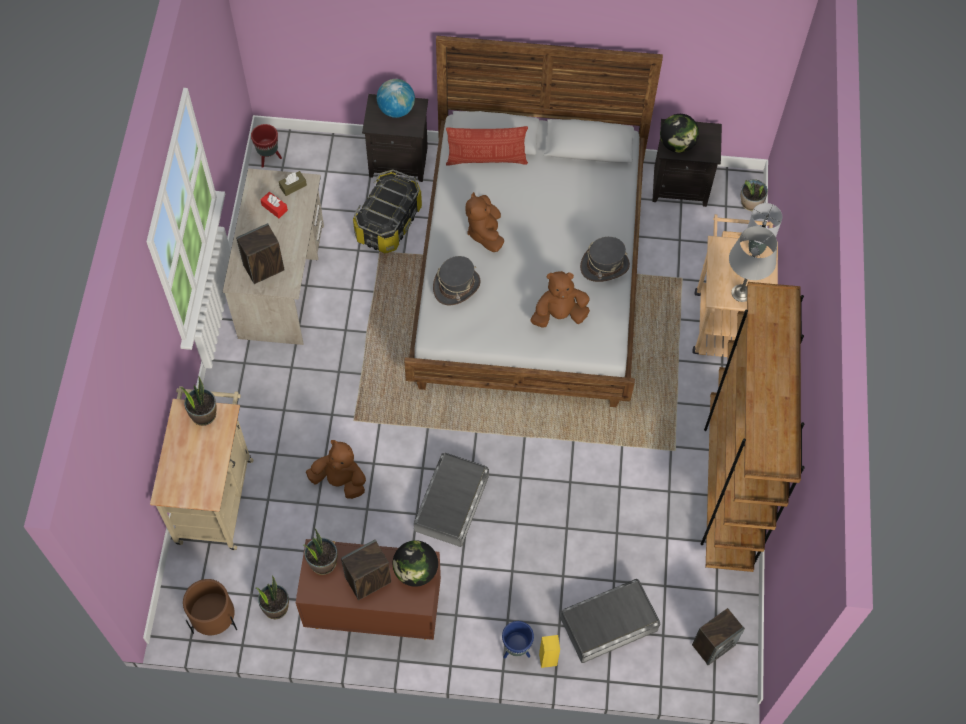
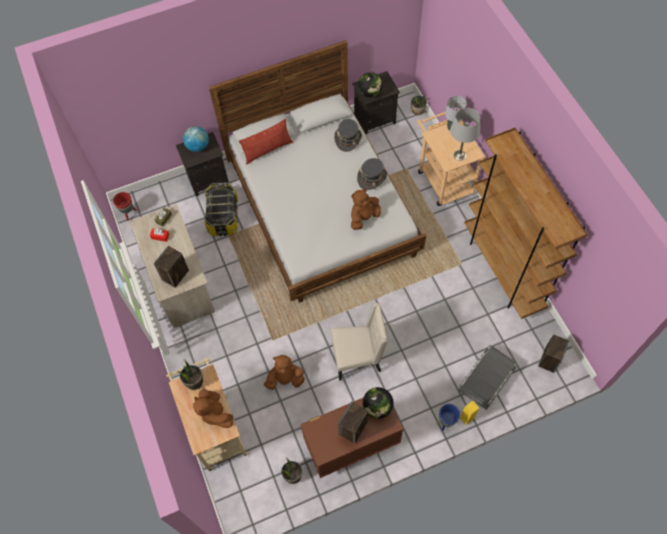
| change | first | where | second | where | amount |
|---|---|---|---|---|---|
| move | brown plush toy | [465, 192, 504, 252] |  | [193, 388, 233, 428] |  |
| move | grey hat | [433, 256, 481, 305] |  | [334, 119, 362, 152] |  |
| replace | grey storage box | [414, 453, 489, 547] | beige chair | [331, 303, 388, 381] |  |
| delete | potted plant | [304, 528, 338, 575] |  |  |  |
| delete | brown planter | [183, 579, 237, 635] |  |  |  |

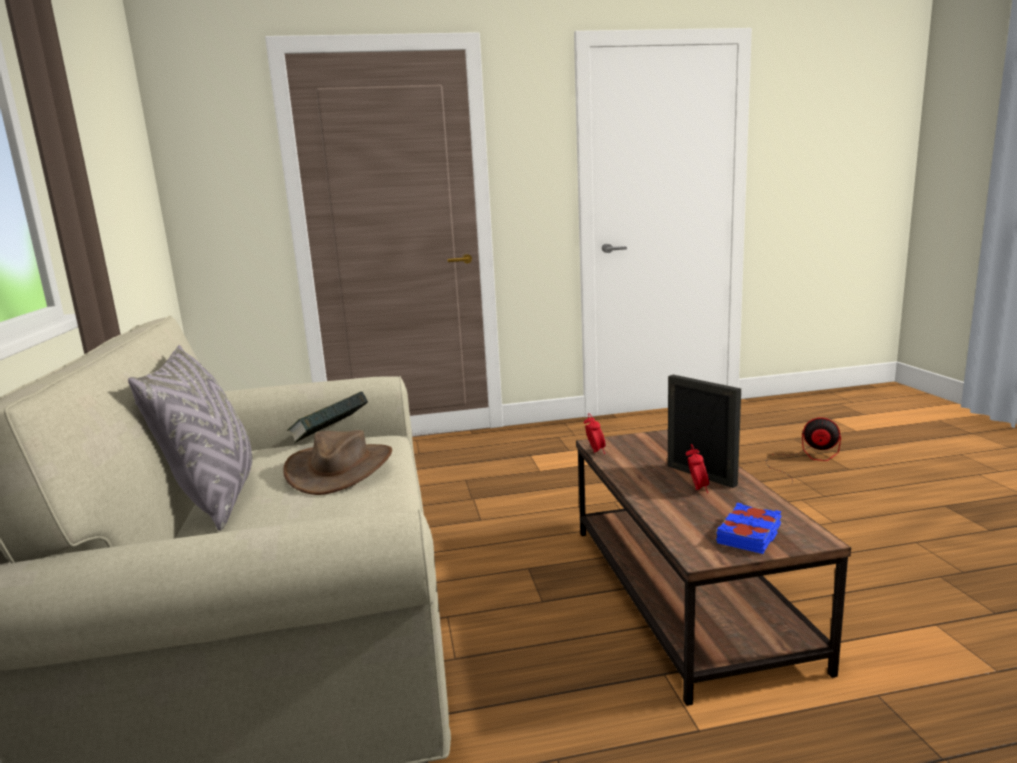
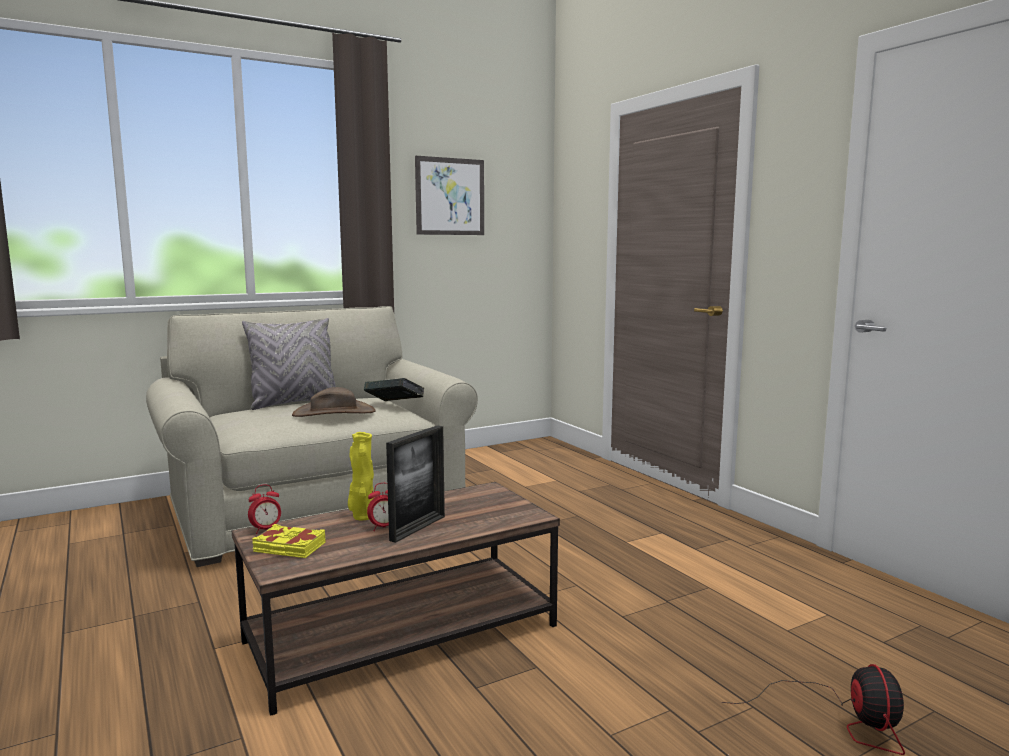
| change | first | where | second | where | amount |
|---|---|---|---|---|---|
| move | alarm clock | [584, 413, 606, 454] |  | [248, 484, 281, 534] |  |
| recolor | blue book | [716, 503, 781, 554] | yellow book | [252, 524, 326, 558] |  |
| insert |  |  | picture | [415, 156, 484, 235] |  |
| insert |  |  | yellow vase | [348, 432, 375, 520] |  |

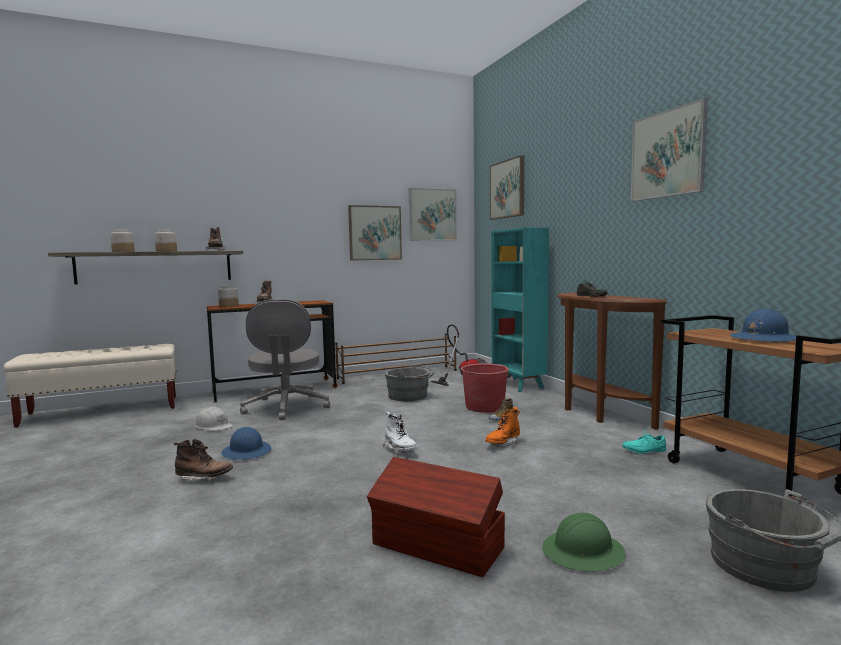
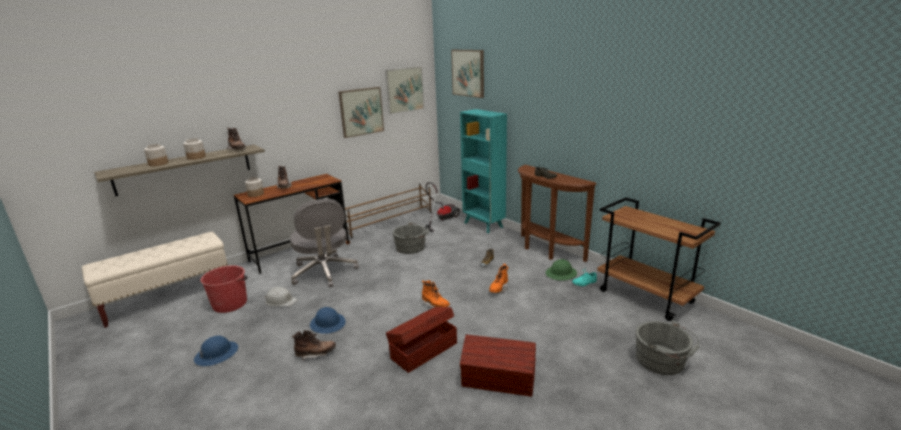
| change | first | where | second | where | amount |
|---|---|---|---|---|---|
| delete | picture | [631, 98, 708, 201] |  |  |  |
| move | blue hard hat | [730, 308, 796, 343] |  | [194, 336, 238, 366] |  |
| move | red bucket | [461, 363, 511, 413] |  | [200, 265, 248, 313] |  |
| recolor | white boot | [383, 412, 418, 453] | orange boot | [422, 280, 450, 307] |  |
| move | green hard hat | [542, 513, 626, 572] |  | [546, 259, 577, 281] |  |
| insert |  |  | brown storage box | [386, 307, 457, 373] |  |

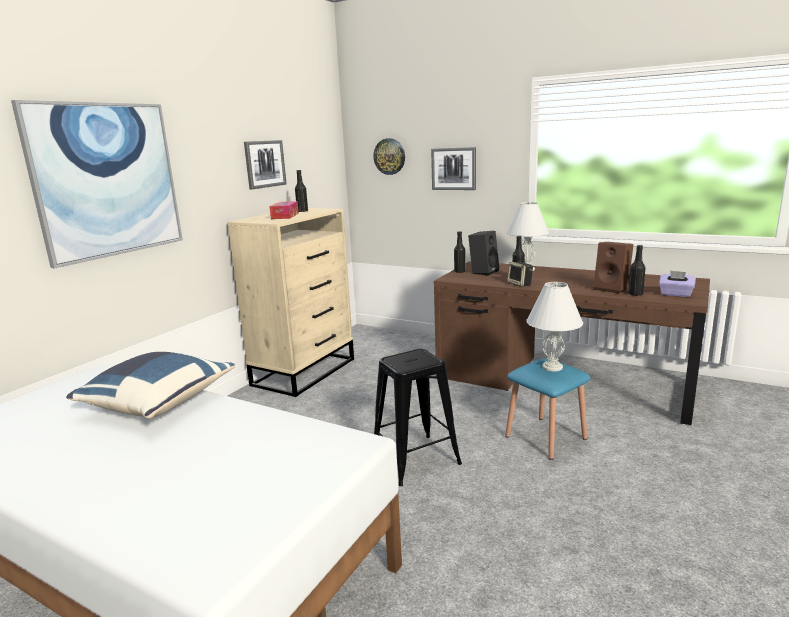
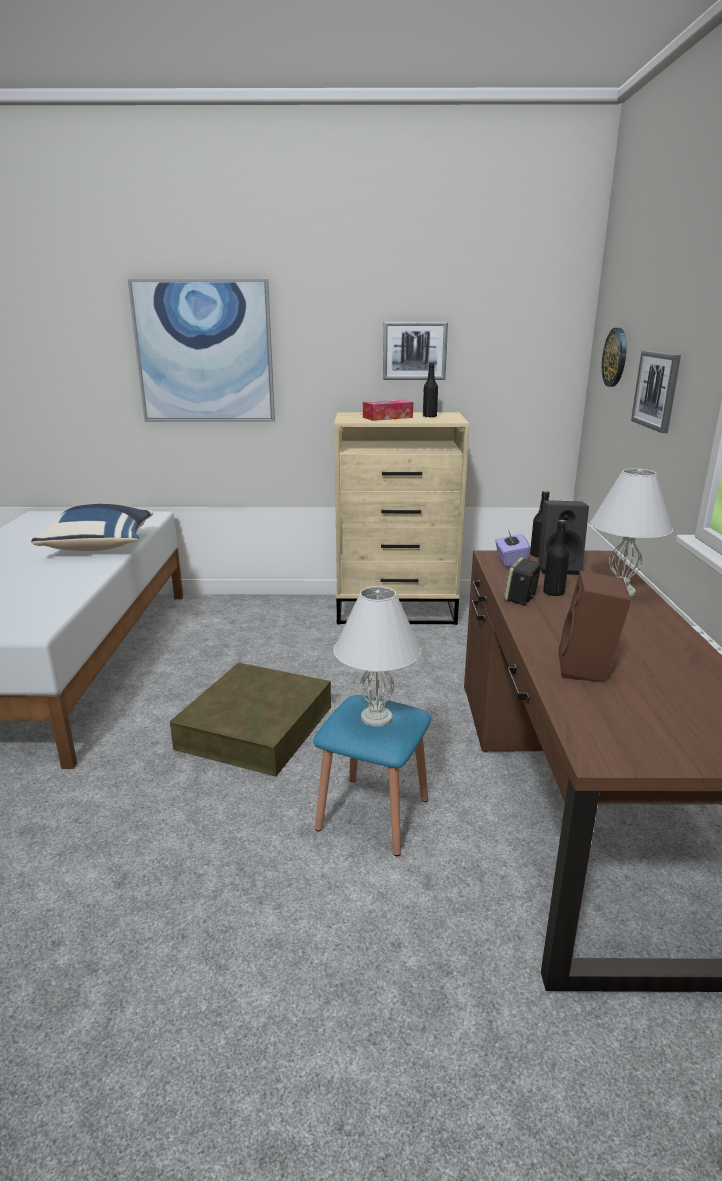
| change | first | where | second | where | amount |
|---|---|---|---|---|---|
| delete | black bottle | [628, 245, 645, 296] |  |  |  |
| move | purple tissue box | [659, 271, 696, 297] |  | [495, 530, 530, 567] |  |
| replace | black stool | [374, 349, 462, 486] | brown storage box | [170, 663, 331, 777] |  |

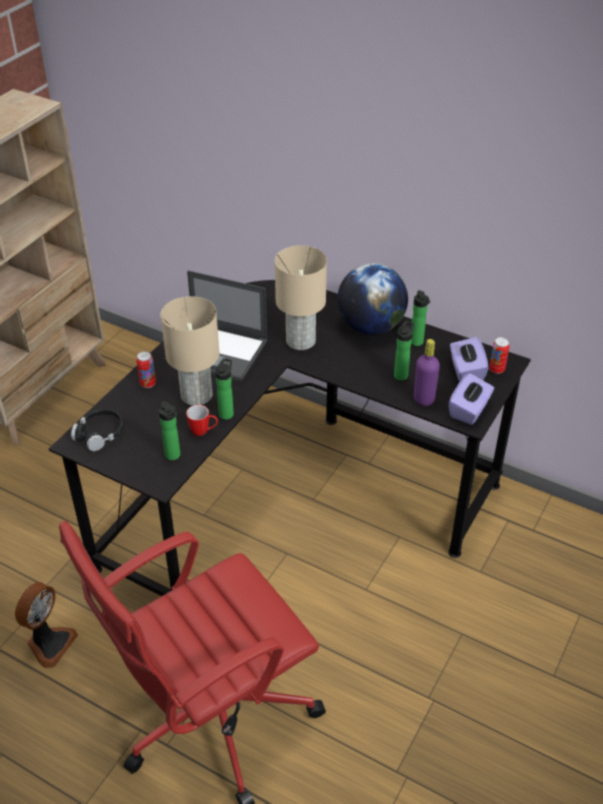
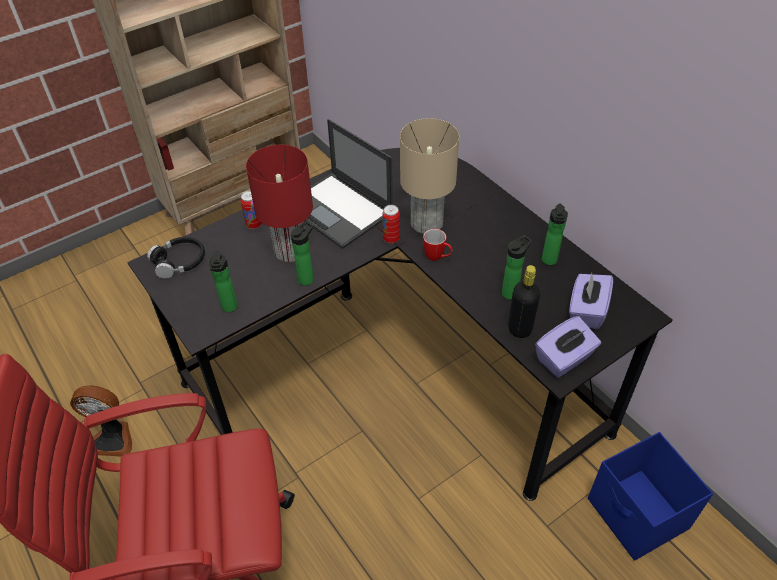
| change | first | where | second | where | amount |
|---|---|---|---|---|---|
| delete | globe | [337, 263, 408, 335] |  |  |  |
| recolor | beige table lamp | [161, 296, 220, 406] | red table lamp | [246, 145, 313, 262] |  |
| move | can | [489, 337, 510, 374] |  | [382, 205, 400, 243] |  |
| recolor | purple bottle | [414, 339, 440, 406] | black bottle | [508, 265, 540, 338] |  |
| move | mug | [186, 405, 218, 436] |  | [423, 229, 453, 261] |  |
| rotate | fan | [15, 582, 78, 668] |  | [70, 385, 132, 457] | 45 degrees clockwise |
| insert |  |  | blue storage box | [588, 432, 713, 561] |  |

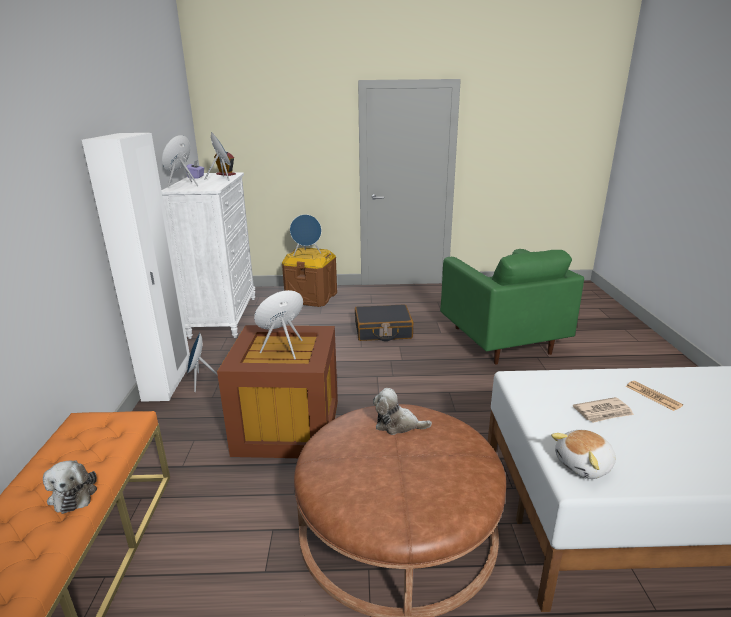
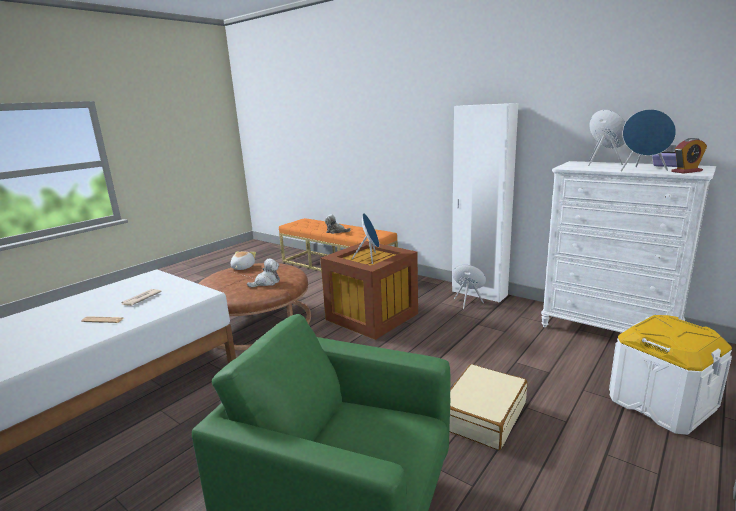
| change | first | where | second | where | amount |
|---|---|---|---|---|---|
| delete | blue speaker | [290, 214, 321, 256] |  |  |  |
| recolor | brown storage box | [282, 247, 337, 307] | white storage box | [609, 315, 732, 435] |  |
| recolor | black suitcase | [355, 304, 413, 341] | beige suitcase | [449, 364, 527, 450] |  |
| move | plush toy | [551, 430, 616, 479] |  | [231, 251, 256, 270] |  |

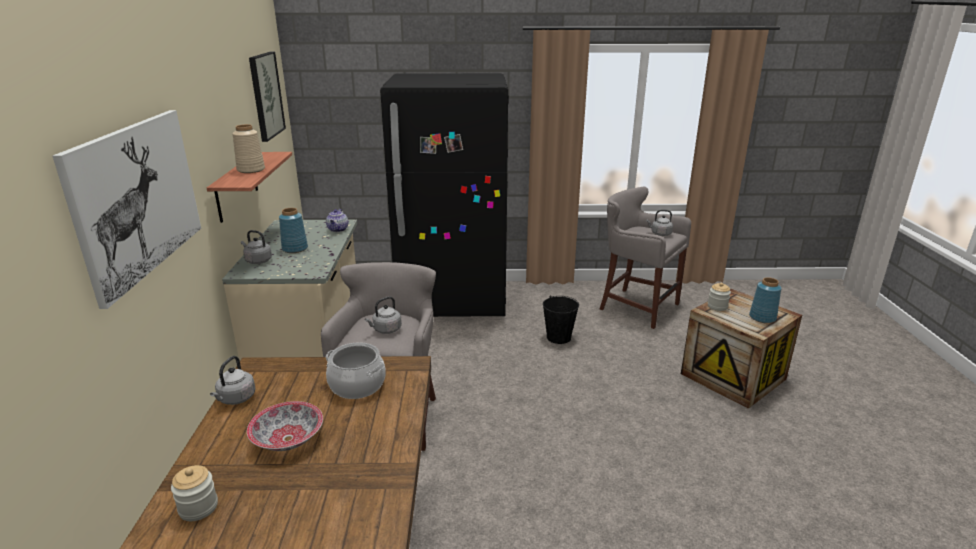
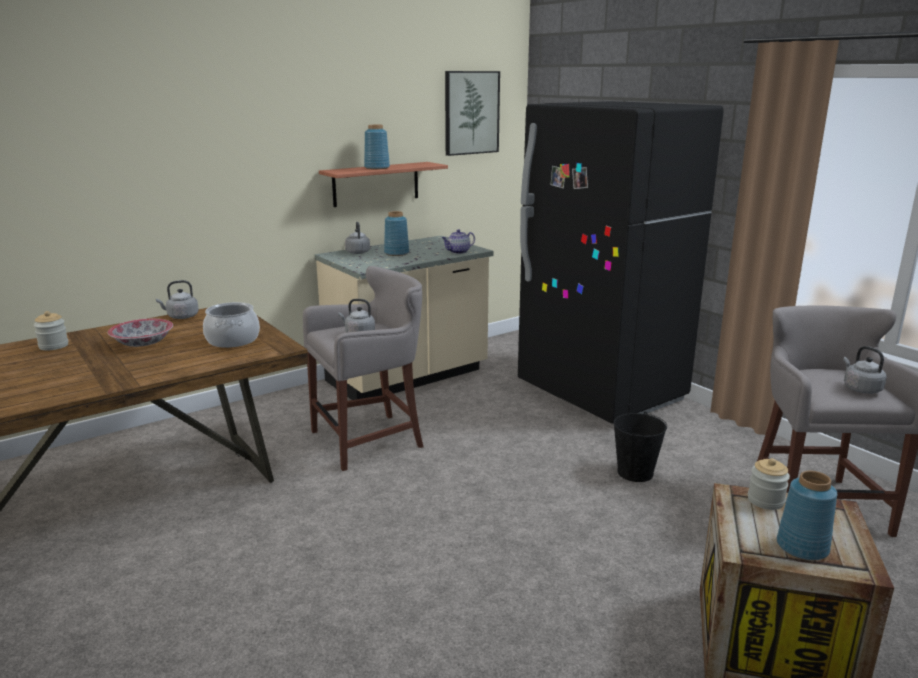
| change | first | where | second | where | amount |
|---|---|---|---|---|---|
| delete | picture | [53, 110, 201, 309] |  |  |  |
| recolor | beige vase | [232, 124, 265, 173] | blue vase | [364, 125, 390, 170] |  |

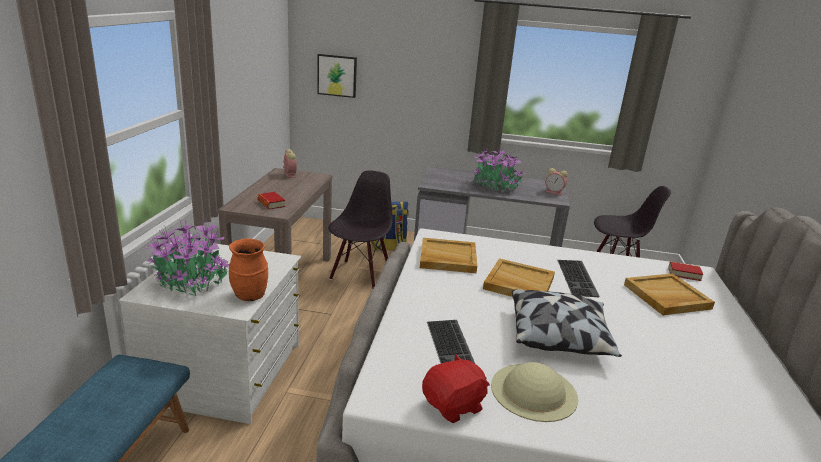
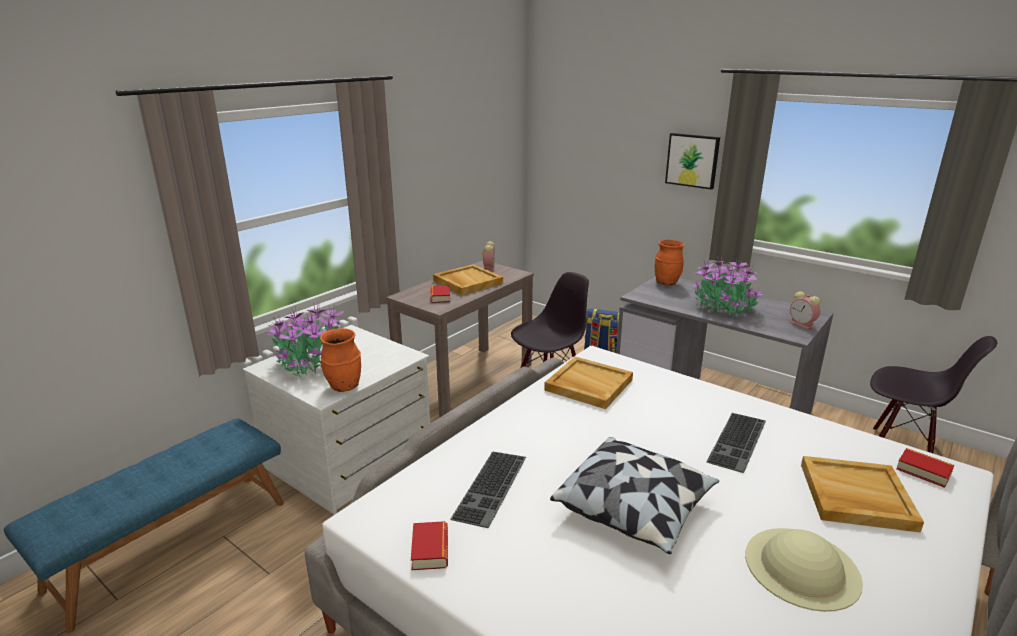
| change | first | where | second | where | amount |
|---|---|---|---|---|---|
| move | picture | [317, 54, 357, 98] |  | [665, 133, 720, 190] |  |
| move | beige tray | [483, 258, 555, 297] |  | [433, 264, 503, 295] |  |
| replace | red plush toy | [422, 354, 490, 423] | book | [411, 521, 448, 570] |  |
| move | beige hat | [491, 362, 578, 422] |  | [745, 528, 863, 612] |  |
| insert |  |  | orange vase | [655, 240, 685, 285] |  |

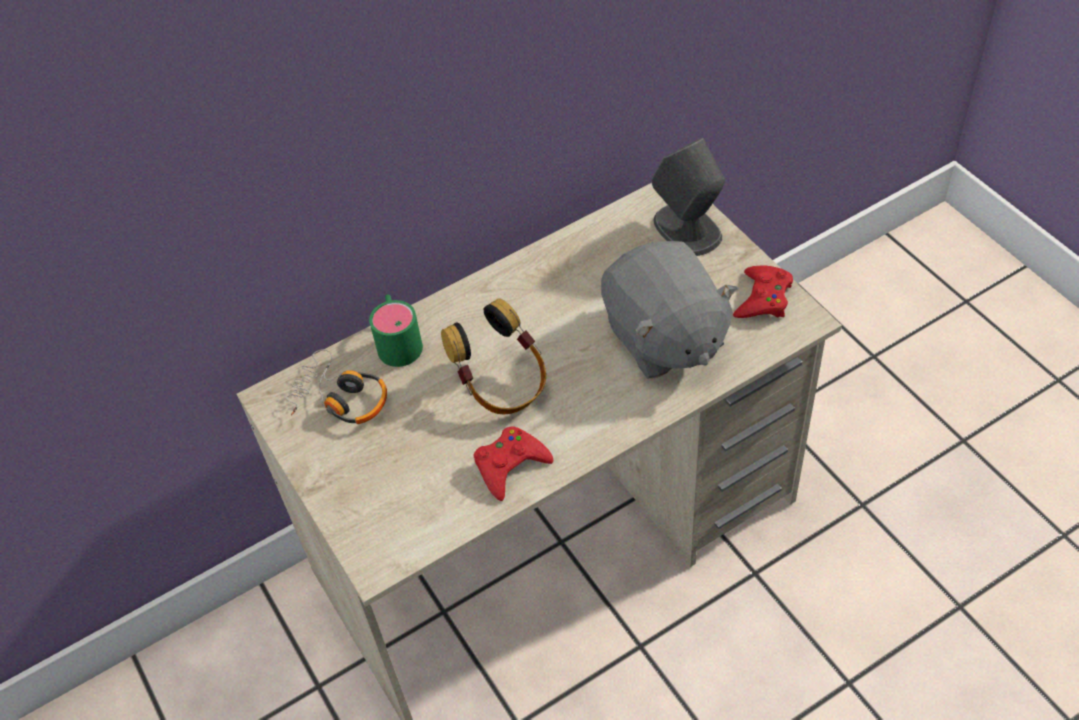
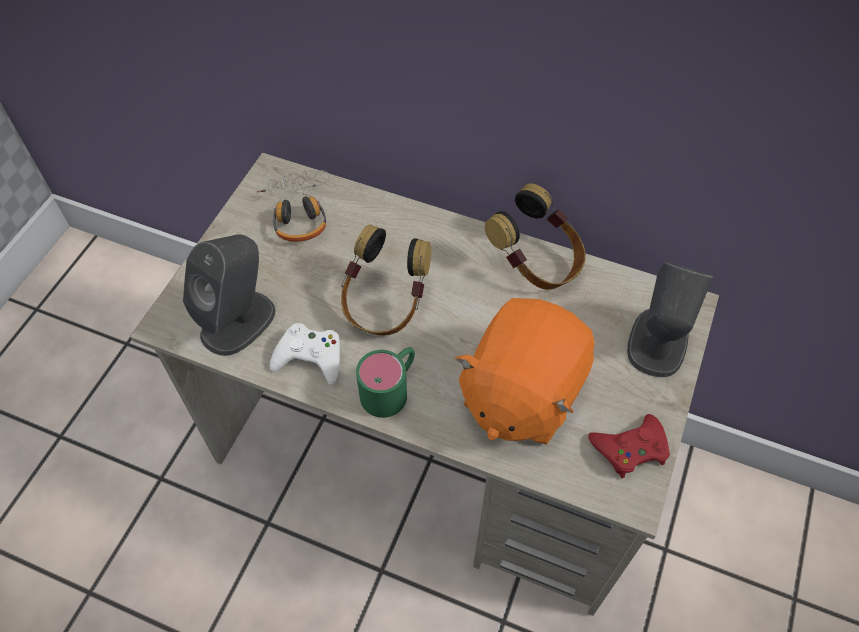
| change | first | where | second | where | amount |
|---|---|---|---|---|---|
| recolor | grey plush toy | [601, 241, 738, 379] | orange plush toy | [455, 298, 594, 444] |  |
| move | green mug | [369, 294, 423, 367] |  | [356, 347, 415, 418] |  |
| recolor | red game controller | [474, 426, 553, 501] | white game controller | [270, 323, 340, 385] |  |
| insert |  |  | headphones | [485, 184, 586, 290] |  |
| insert |  |  | grey speaker | [183, 234, 275, 356] |  |

